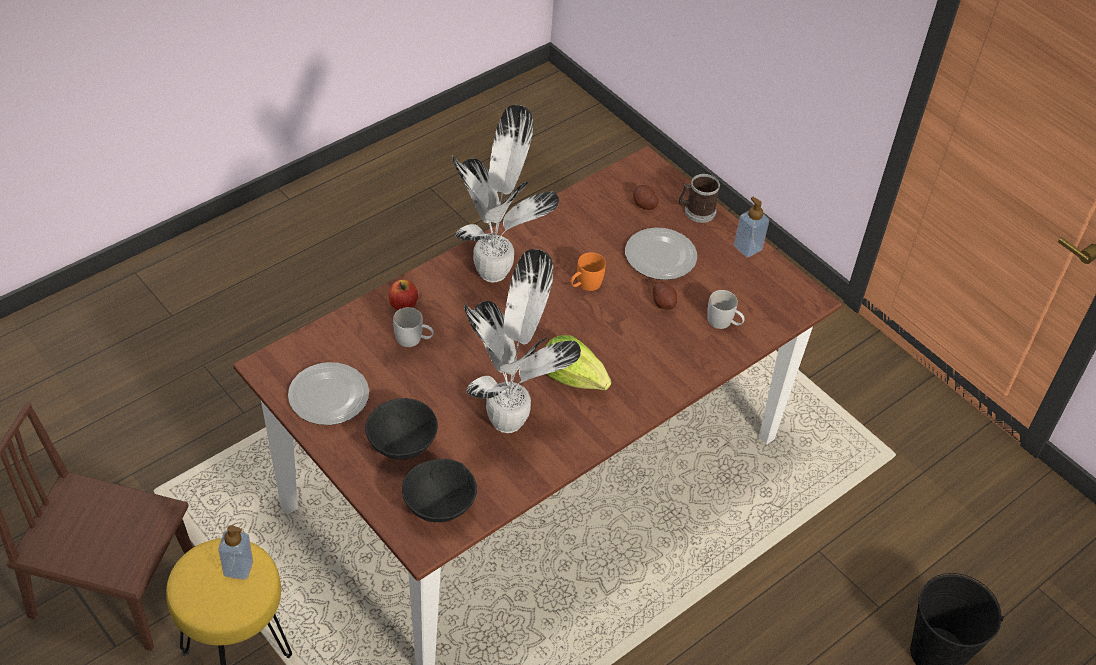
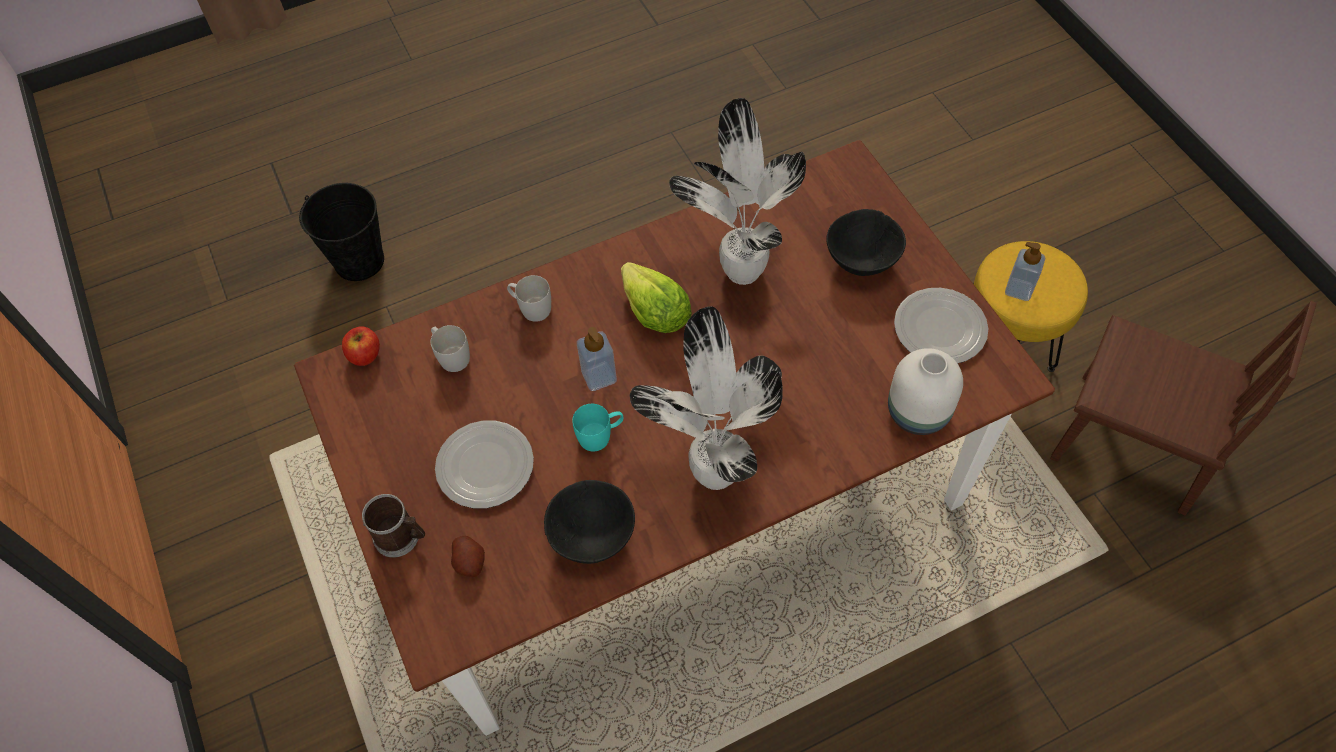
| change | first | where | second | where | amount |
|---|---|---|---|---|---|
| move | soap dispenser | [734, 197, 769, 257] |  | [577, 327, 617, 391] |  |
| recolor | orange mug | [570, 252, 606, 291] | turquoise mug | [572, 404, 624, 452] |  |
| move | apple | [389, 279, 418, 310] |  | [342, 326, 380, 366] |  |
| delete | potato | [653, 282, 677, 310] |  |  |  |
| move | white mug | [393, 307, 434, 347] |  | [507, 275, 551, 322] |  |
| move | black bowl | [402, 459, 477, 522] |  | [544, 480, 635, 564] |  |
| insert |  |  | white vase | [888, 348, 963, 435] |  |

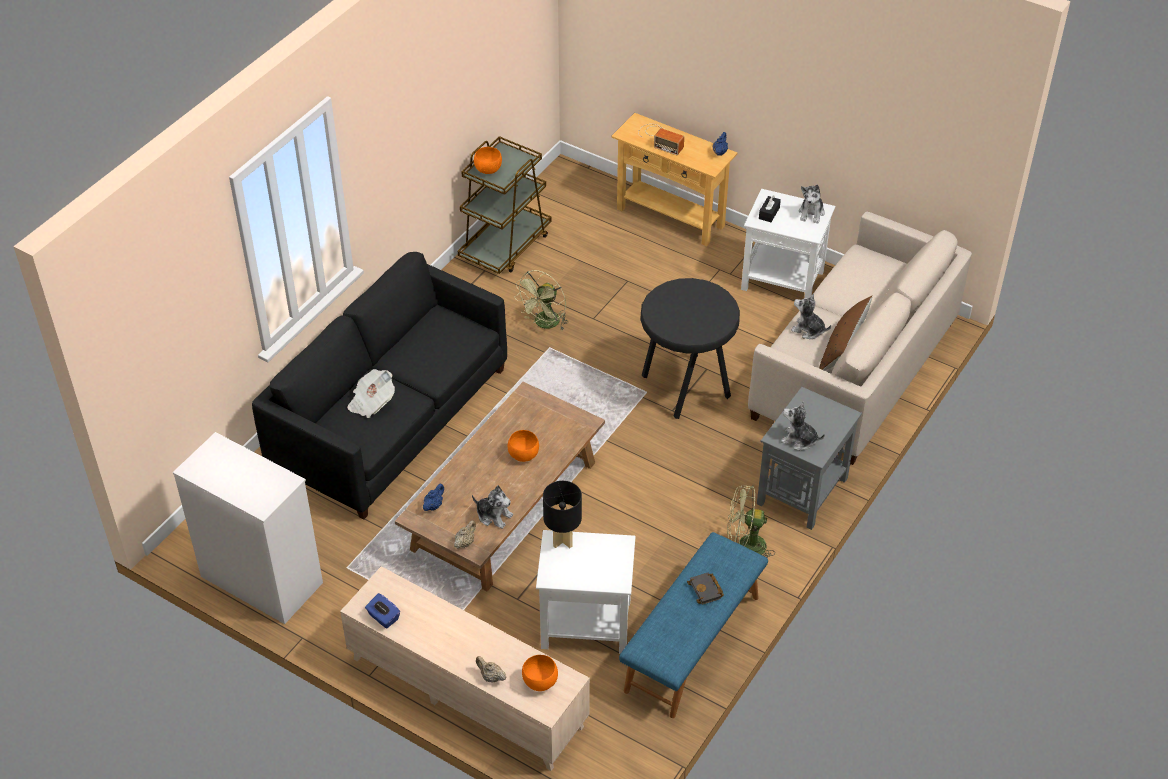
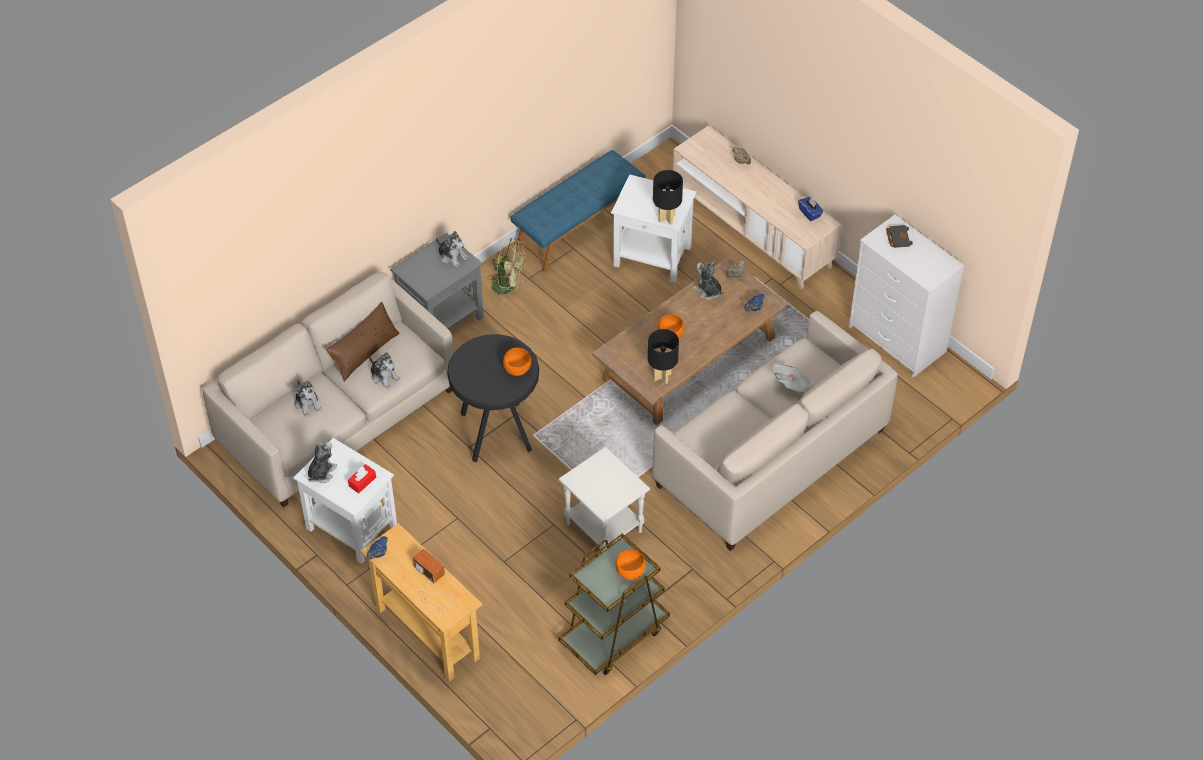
| change | first | where | second | where | amount |
|---|---|---|---|---|---|
| recolor | black tissue box | [759, 196, 781, 222] | red tissue box | [348, 464, 376, 493] |  |
| recolor | black sofa | [252, 252, 507, 520] | beige sofa | [652, 311, 898, 551] |  |
| replace | green fan | [514, 270, 568, 330] | white side table | [559, 447, 650, 552] |  |
| move | black book | [687, 573, 724, 605] |  | [886, 225, 913, 248] |  |
| move | orange bowl | [522, 655, 558, 691] |  | [503, 348, 531, 376] |  |
| insert |  |  | black table lamp | [648, 329, 679, 384] |  |
| insert |  |  | plush toy | [294, 380, 322, 417] |  |

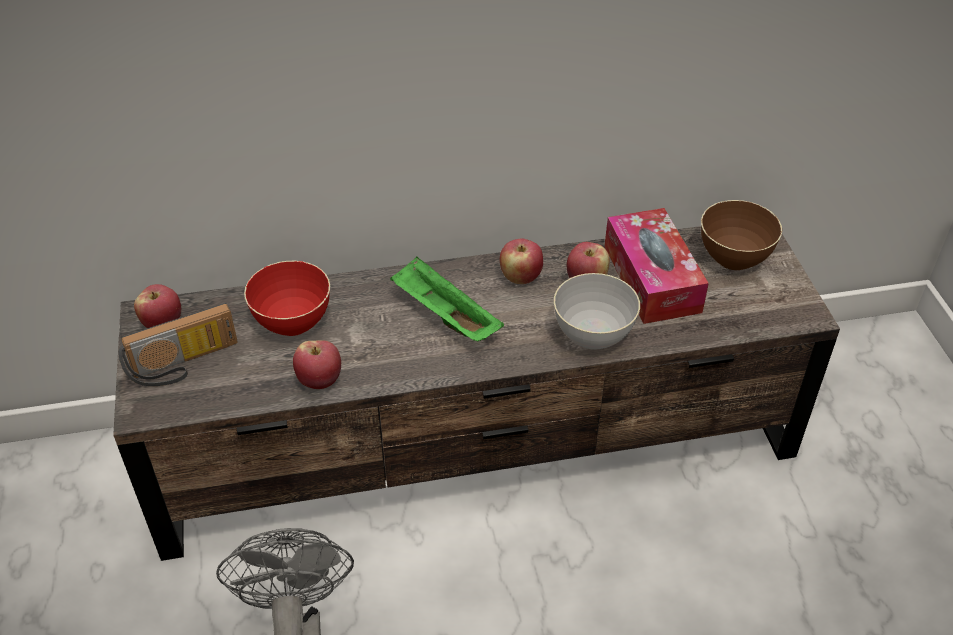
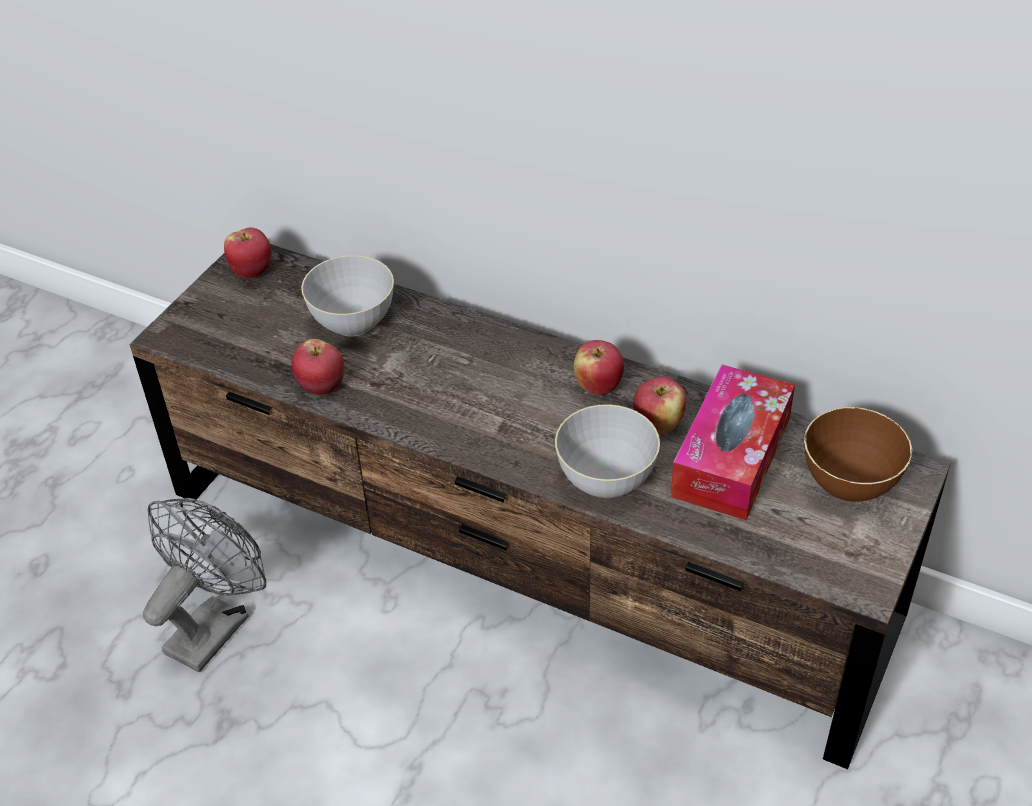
| change | first | where | second | where | amount |
|---|---|---|---|---|---|
| delete | green tray | [390, 256, 504, 342] |  |  |  |
| recolor | red bowl | [244, 261, 330, 336] | grey bowl | [301, 255, 394, 336] |  |
| delete | radio | [119, 303, 238, 386] |  |  |  |

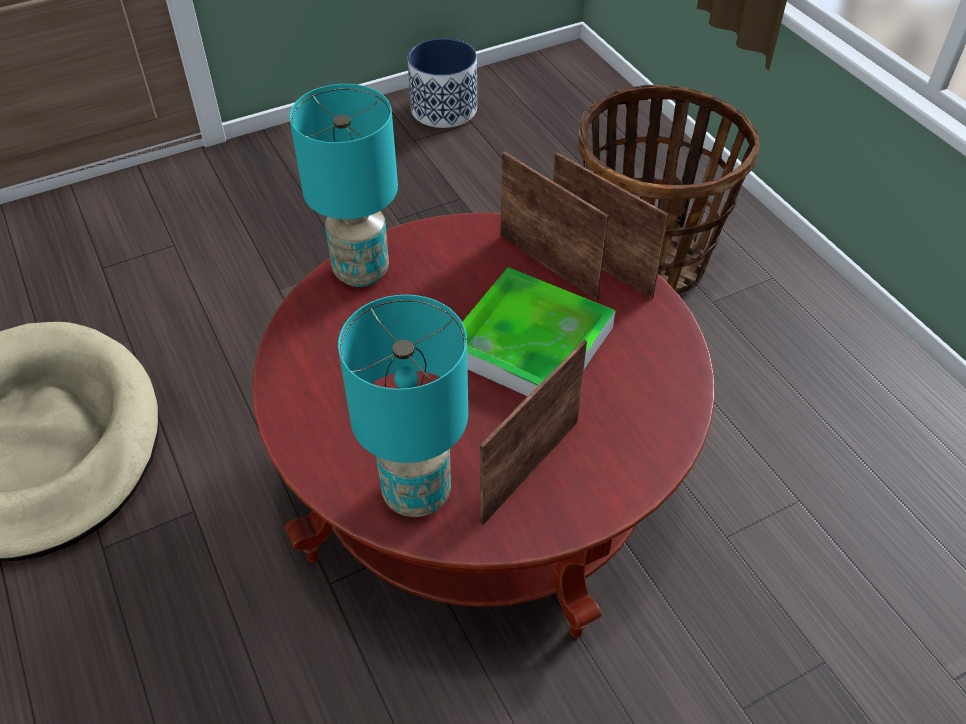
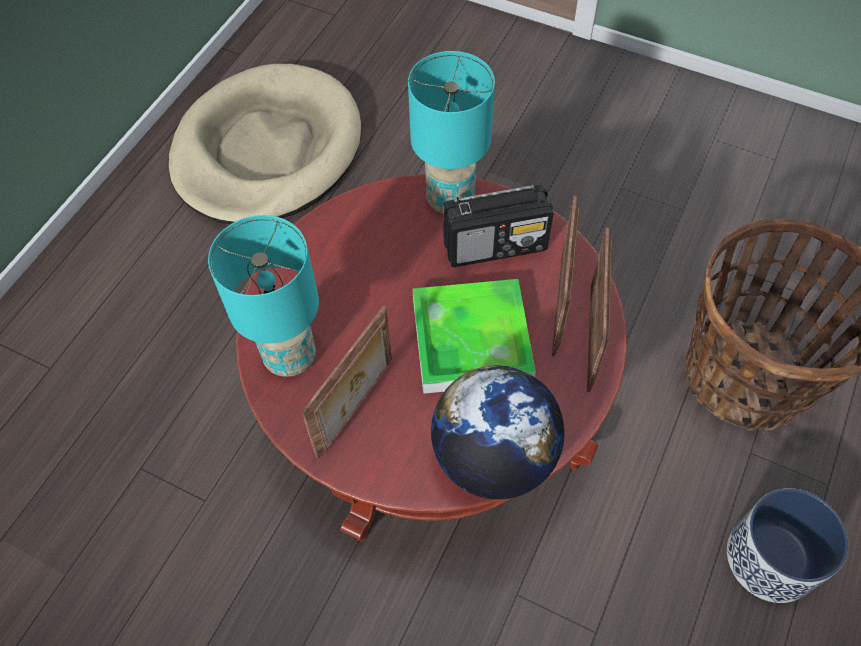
| change | first | where | second | where | amount |
|---|---|---|---|---|---|
| move | planter | [408, 38, 477, 128] |  | [727, 488, 848, 603] |  |
| rotate | picture frame | [480, 340, 587, 525] |  | [302, 305, 392, 459] | 120 degrees clockwise |
| insert |  |  | radio | [443, 185, 553, 267] |  |
| insert |  |  | globe | [431, 365, 565, 499] |  |

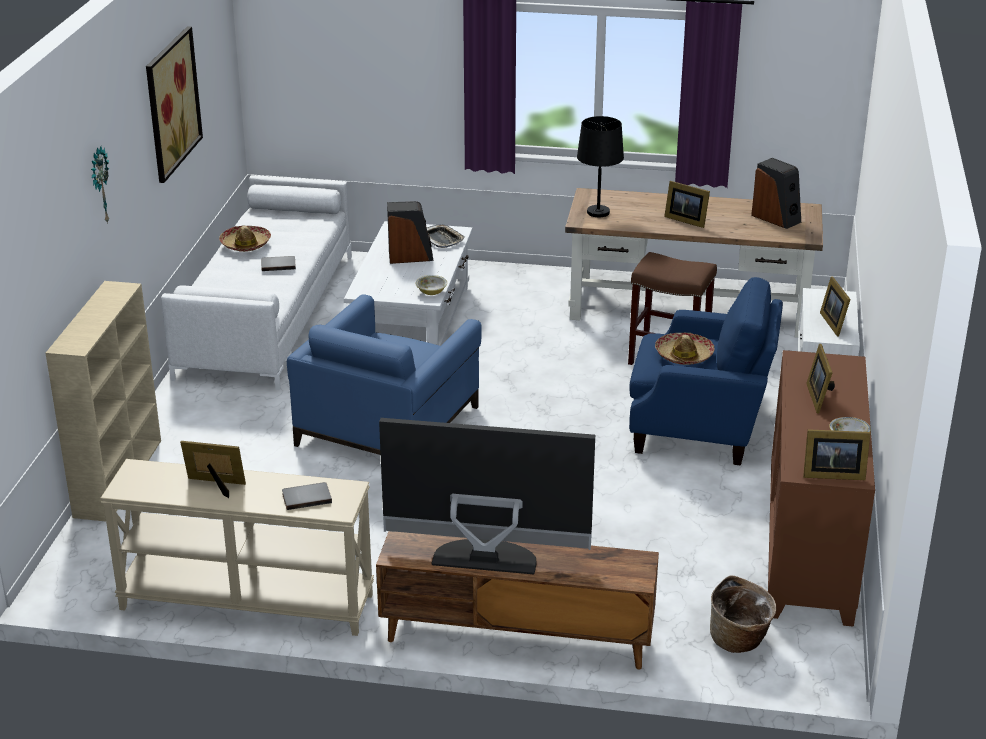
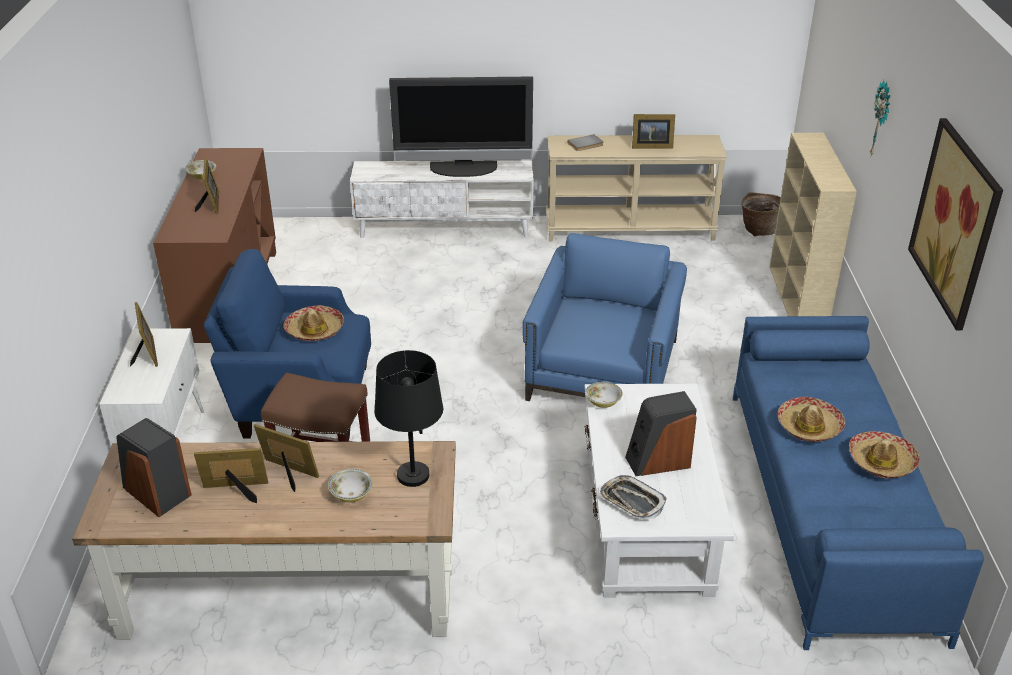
| change | first | where | second | where | amount |
|---|---|---|---|---|---|
| recolor | white sofa | [161, 175, 352, 390] | blue sofa | [733, 316, 984, 650] |  |
| replace | grey book | [261, 256, 296, 271] | hat | [778, 397, 845, 442] |  |
| move | picture frame | [803, 429, 870, 480] |  | [194, 448, 268, 503] |  |
| recolor | brown tv stand | [376, 531, 659, 669] | white tv stand | [350, 160, 534, 238] |  |
| move | basket | [710, 576, 777, 653] |  | [741, 192, 781, 237] |  |
| insert |  |  | bowl | [328, 469, 373, 502] |  |

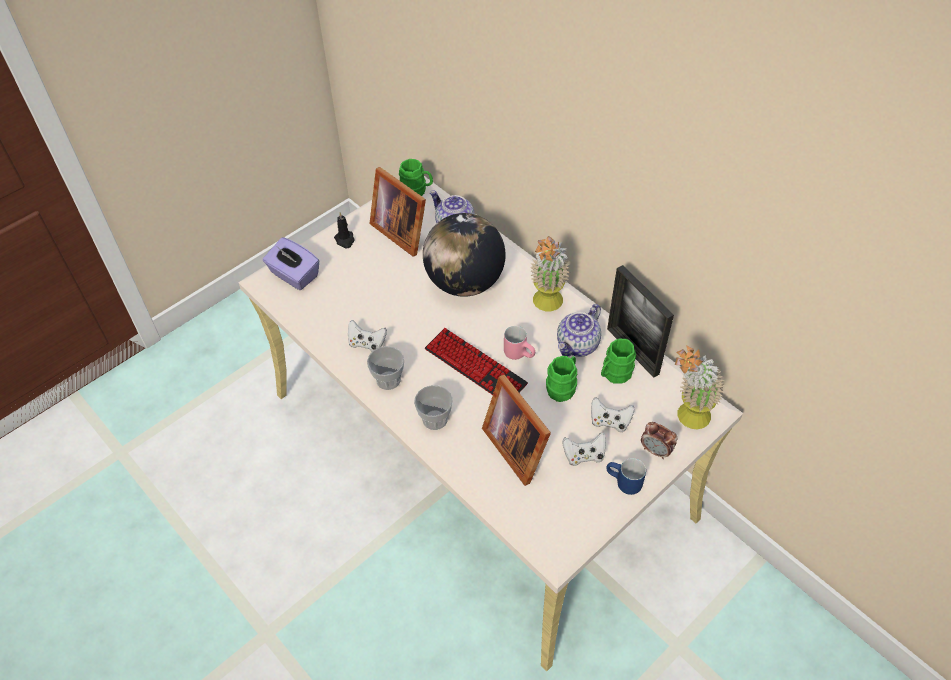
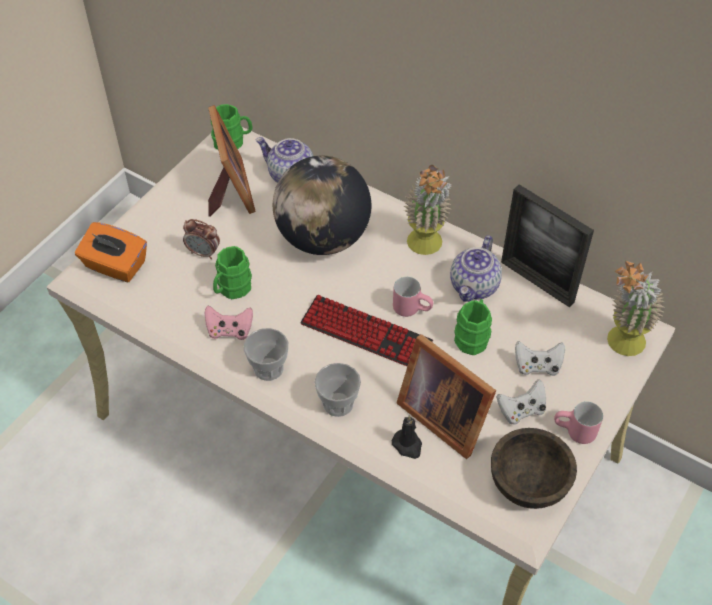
| change | first | where | second | where | amount |
|---|---|---|---|---|---|
| rotate | picture frame | [369, 167, 426, 257] |  | [208, 105, 256, 217] | 135 degrees counterclockwise |
| move | black candle | [334, 212, 354, 248] |  | [392, 415, 422, 459] |  |
| recolor | purple tissue box | [263, 237, 319, 290] | orange tissue box | [75, 222, 147, 282] |  |
| recolor | white game controller | [348, 320, 387, 352] | pink game controller | [205, 306, 253, 340] |  |
| move | green mug | [601, 339, 636, 383] |  | [213, 246, 252, 299] |  |
| move | alarm clock | [641, 422, 678, 459] |  | [183, 219, 220, 259] |  |
| recolor | blue mug | [606, 458, 646, 495] | pink mug | [554, 401, 603, 444] |  |
| insert |  |  | brown bowl | [491, 428, 577, 509] |  |

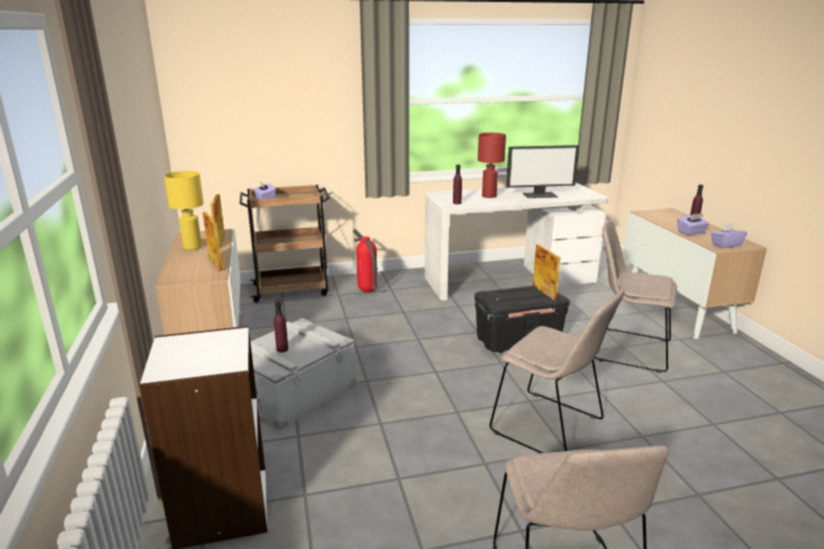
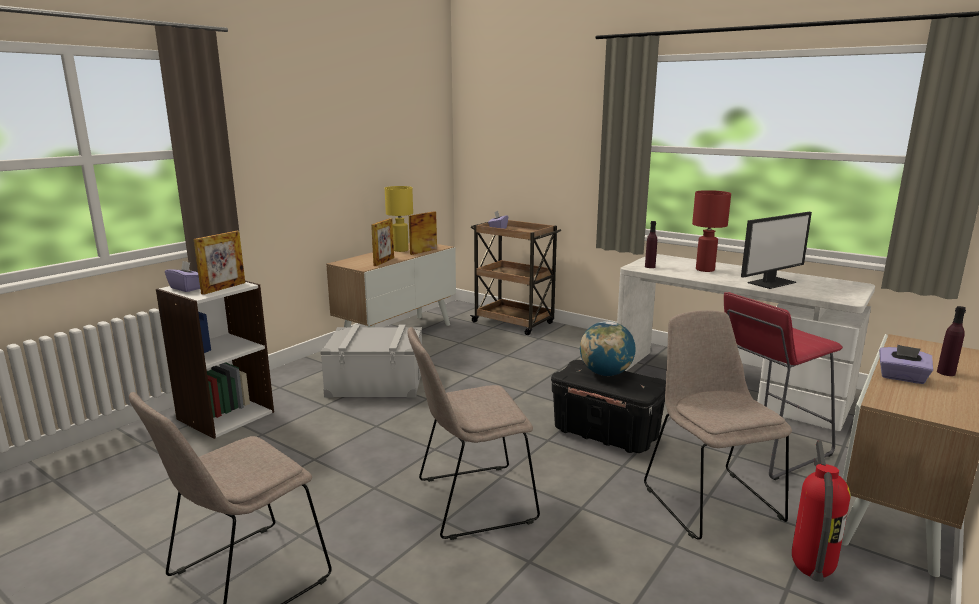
| change | first | where | second | where | amount |
|---|---|---|---|---|---|
| rotate | monitor | [506, 145, 580, 198] |  | [741, 212, 812, 289] | 75 degrees counterclockwise |
| move | purple tissue box | [711, 223, 747, 248] |  | [165, 261, 200, 292] |  |
| move | fire extinguisher | [353, 229, 377, 292] |  | [792, 440, 850, 582] |  |
| move | picture frame | [533, 244, 560, 300] |  | [194, 231, 245, 295] |  |
| rotate | beige chair | [490, 288, 625, 453] |  | [407, 327, 540, 540] | 75 degrees clockwise |
| delete | purple bottle | [274, 301, 288, 353] |  |  |  |
| insert |  |  | red stool | [724, 292, 843, 480] |  |
| insert |  |  | globe | [580, 321, 636, 376] |  |

